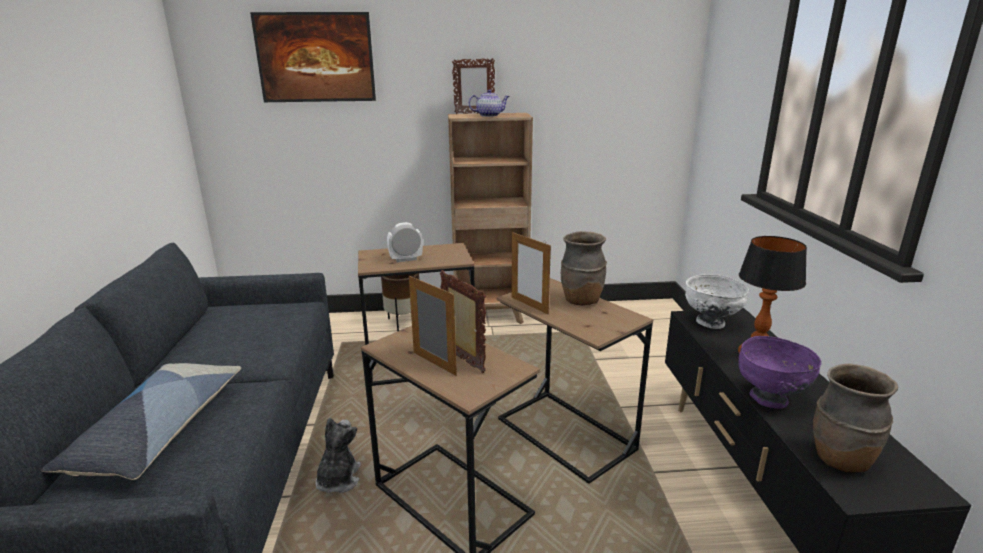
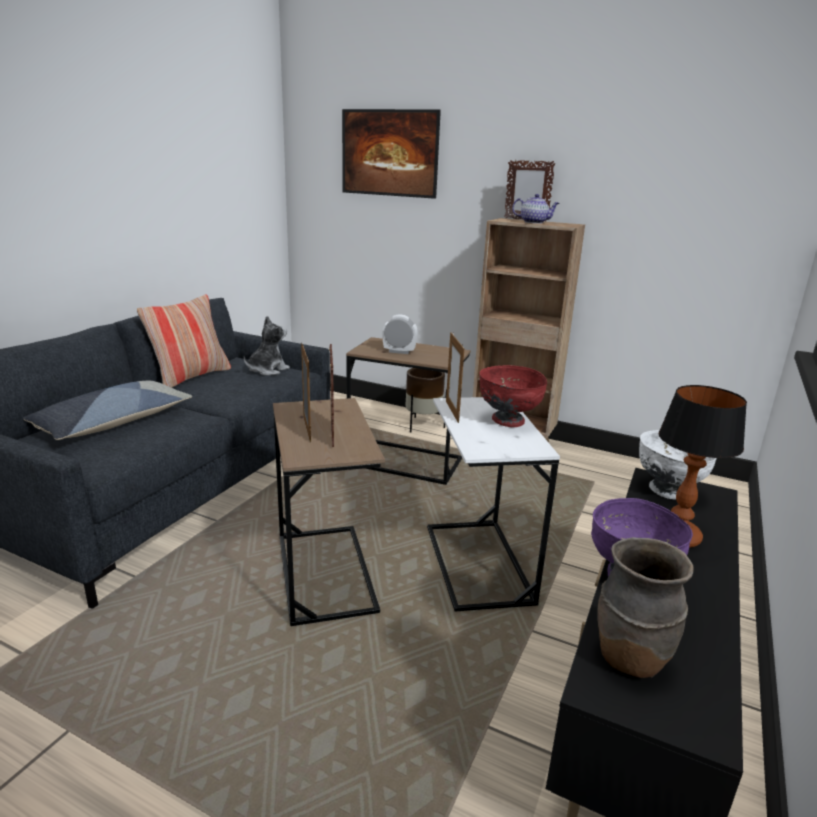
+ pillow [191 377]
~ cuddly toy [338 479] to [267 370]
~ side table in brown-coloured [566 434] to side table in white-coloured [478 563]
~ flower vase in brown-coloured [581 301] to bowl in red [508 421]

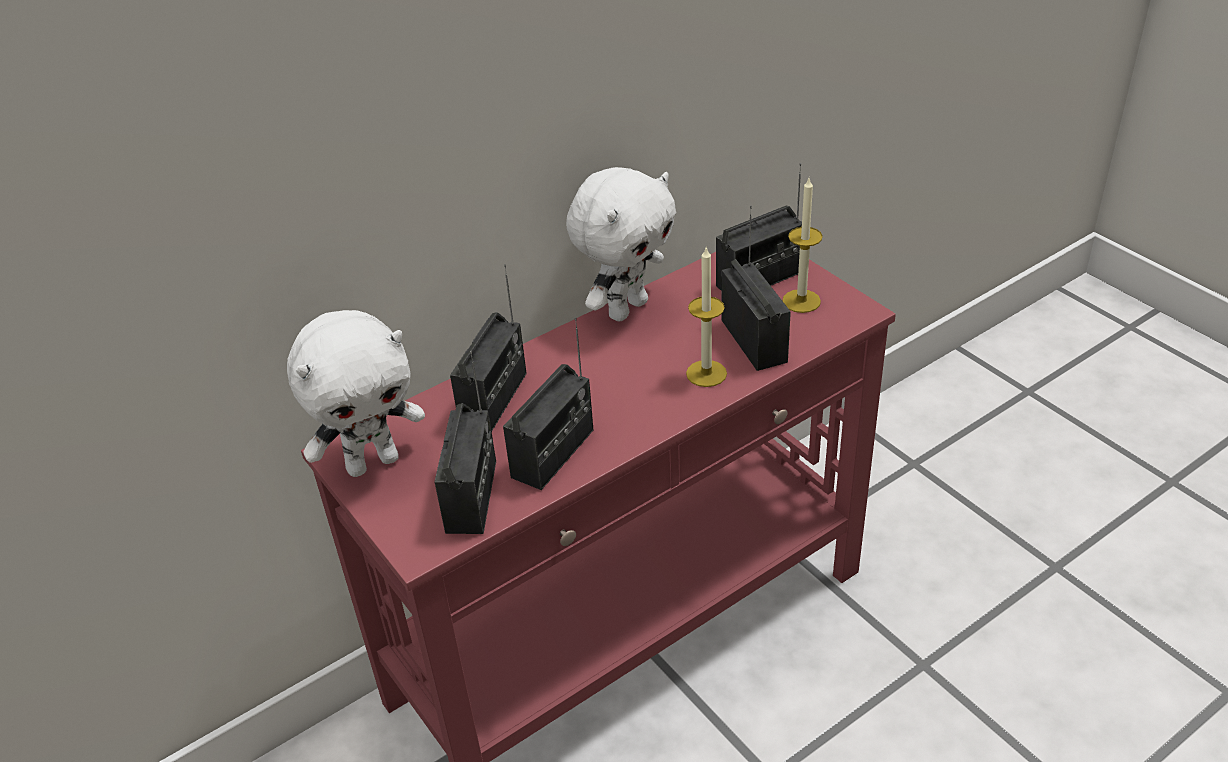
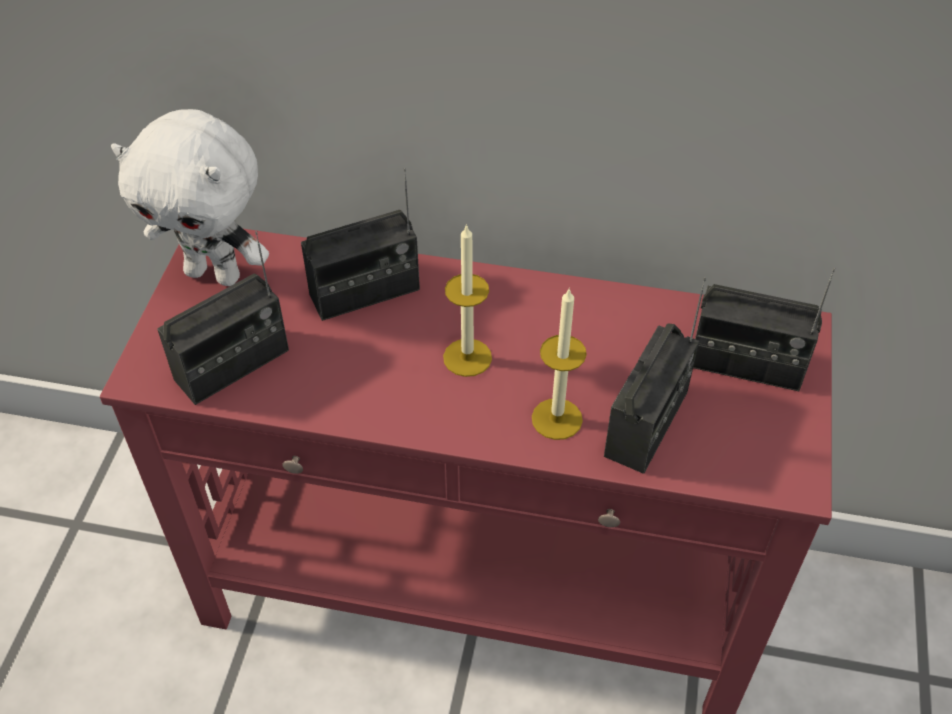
~ candle [801 301] to [467 357]
- radio receiver [553 454]
- cuddly toy in white-coloured [626 308]

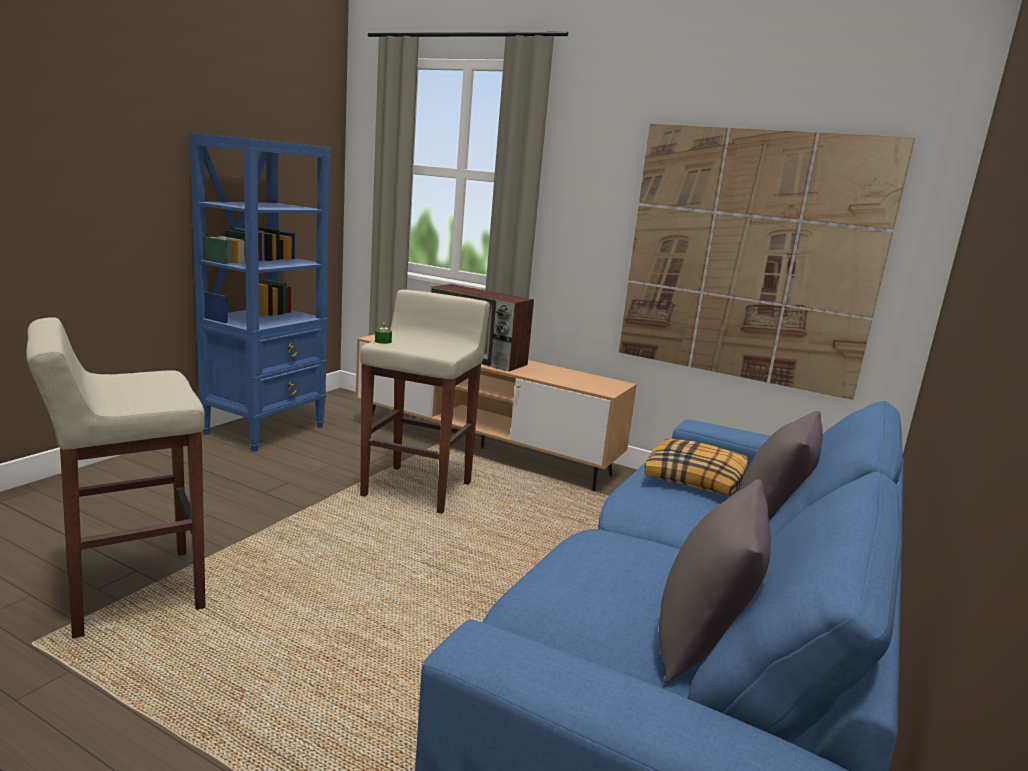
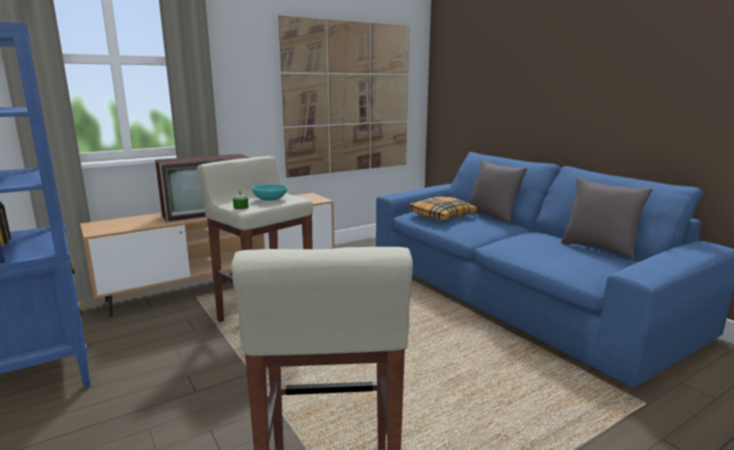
+ bowl in turquoise-coloured [270 199]

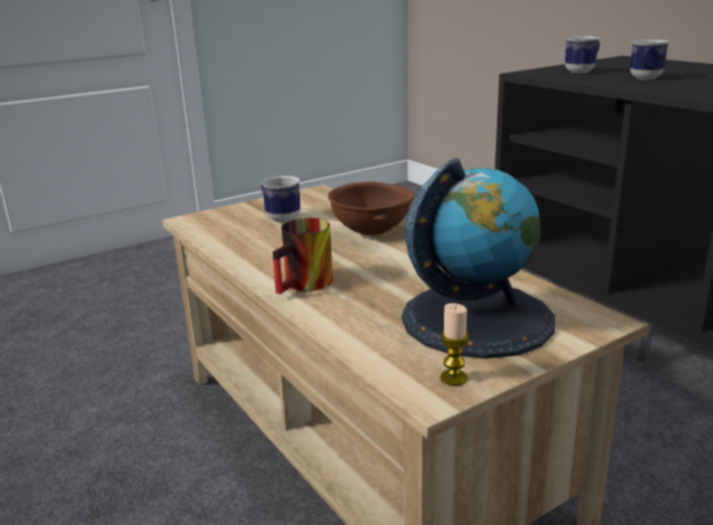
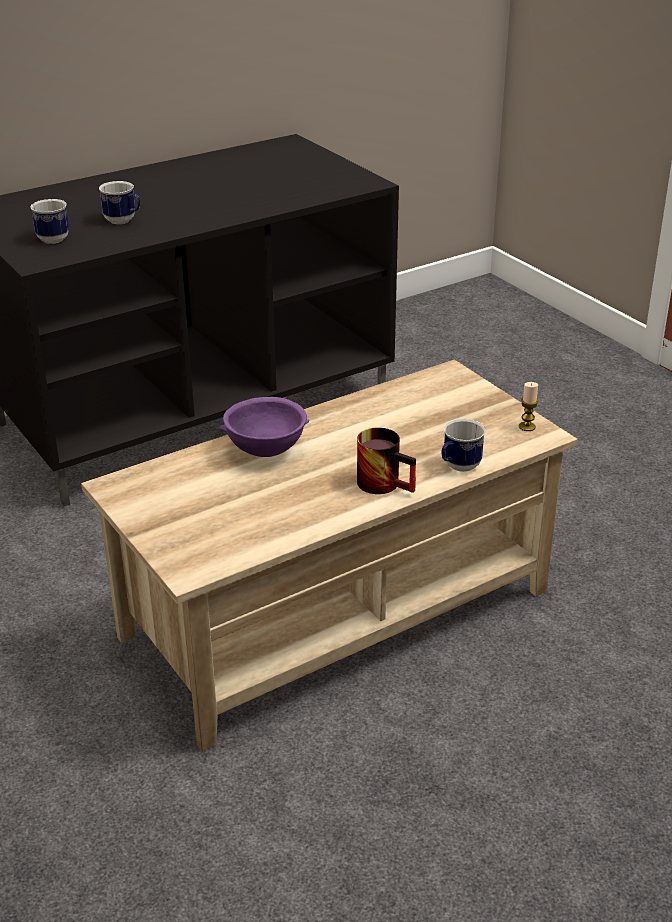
~ bowl in brown-coloured [372 232] to bowl in purple-coloured [265 450]
~ mug [279 217] to [458 467]
- world globe [477 318]

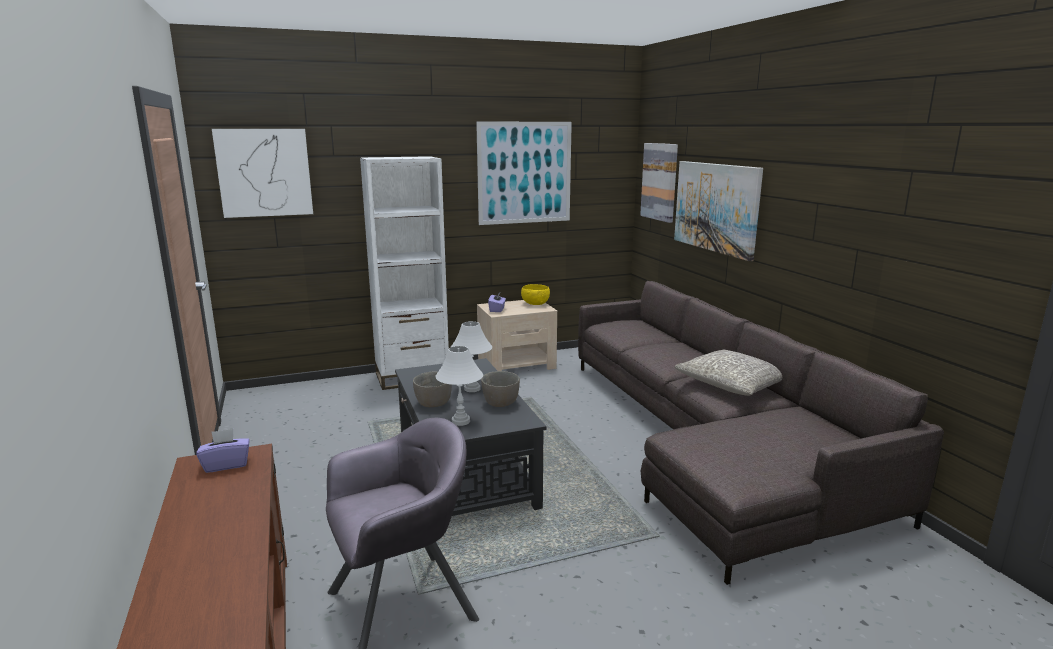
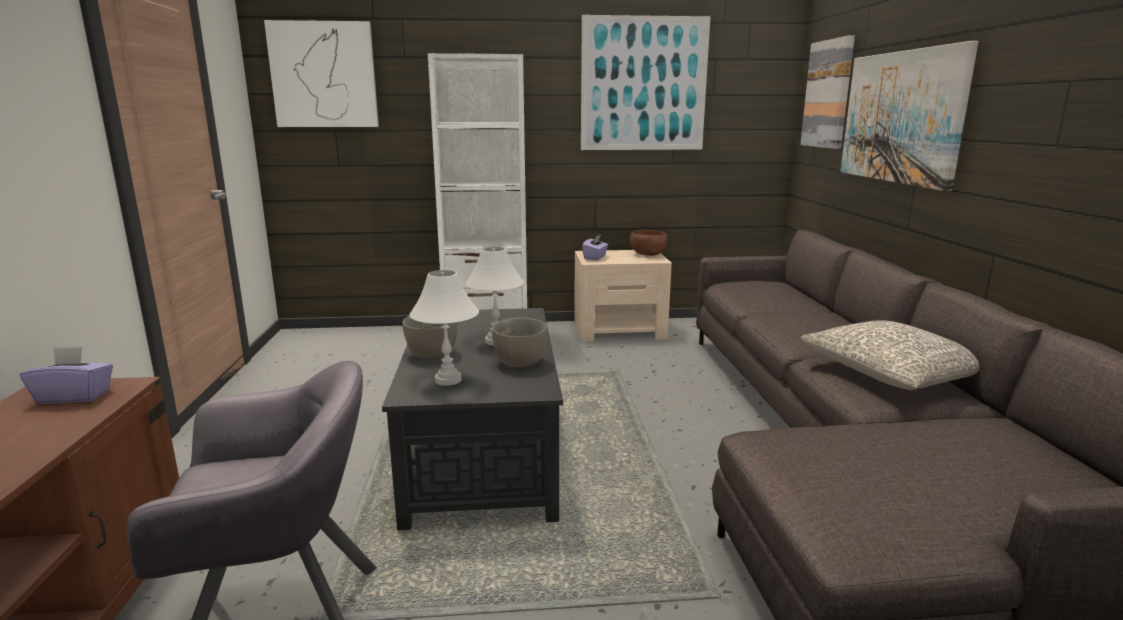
~ bowl in yellow-coloured [535 304] to bowl in brown-coloured [647 254]

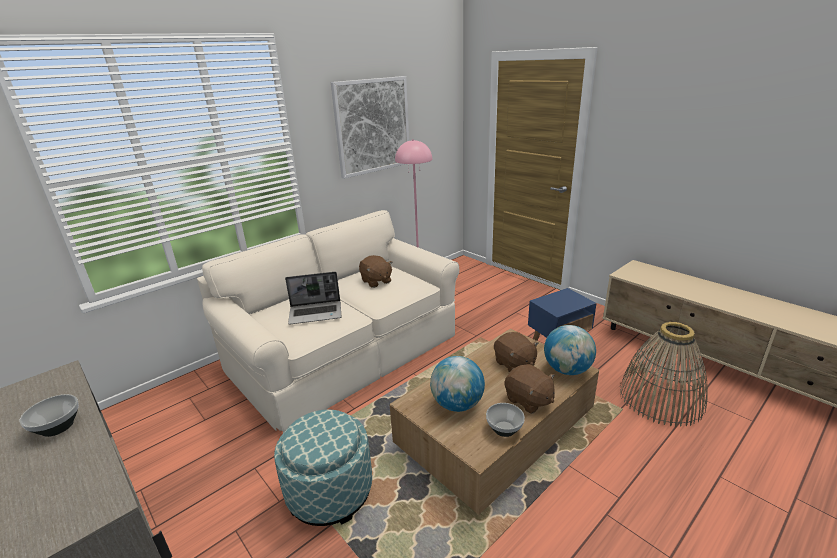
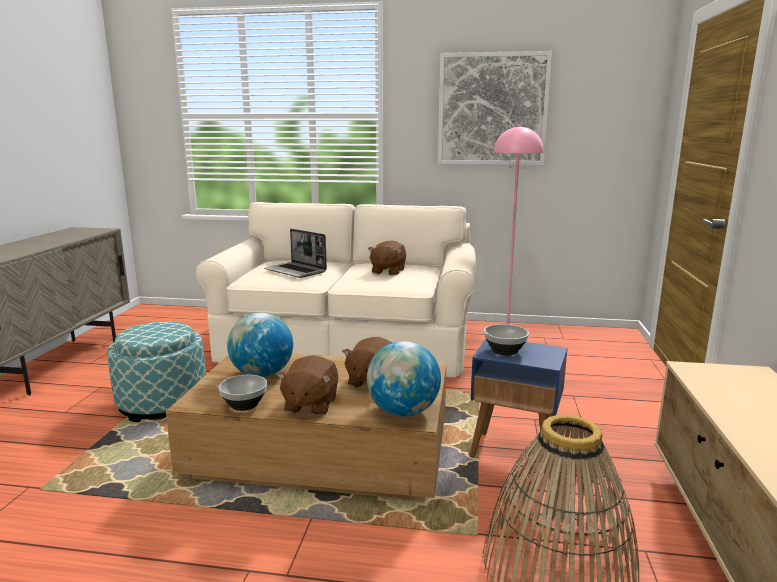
~ bowl [57 427] to [504 351]

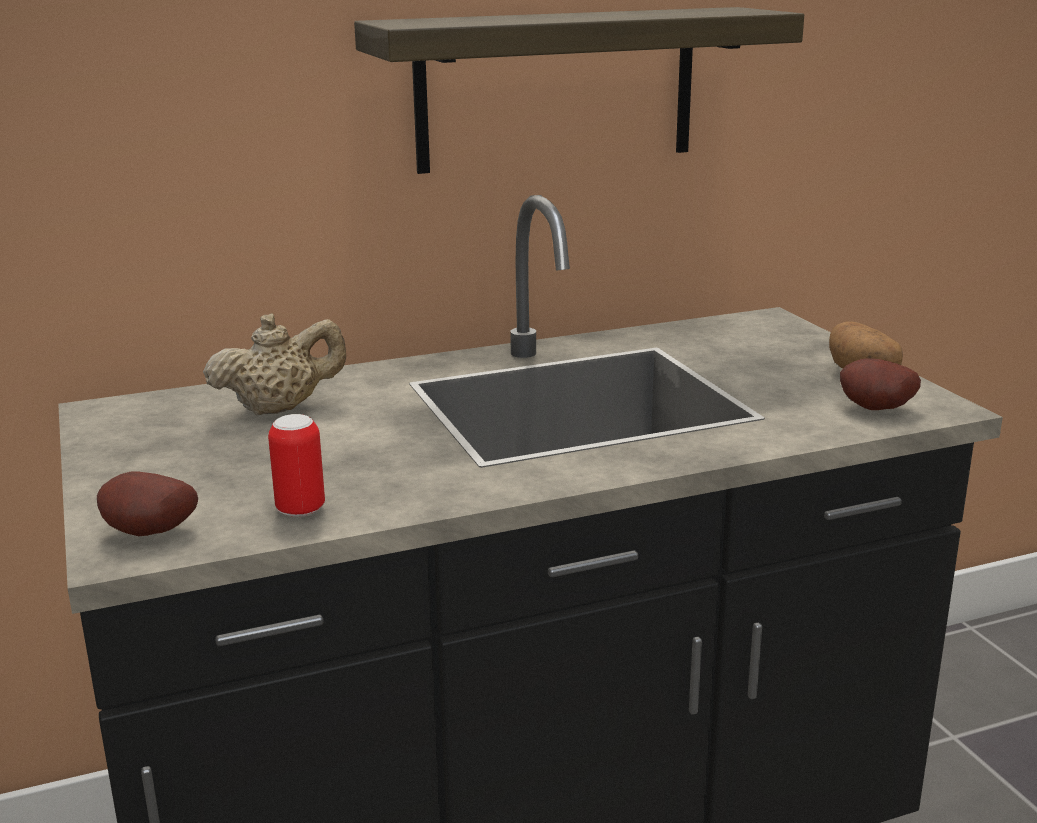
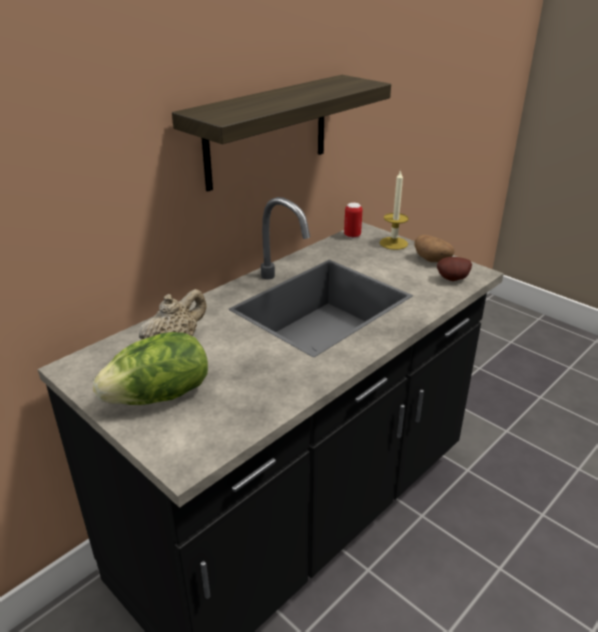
+ head of lettuce [160 396]
~ can [300 509] to [352 236]
+ candle [393 243]
- potato [148 534]

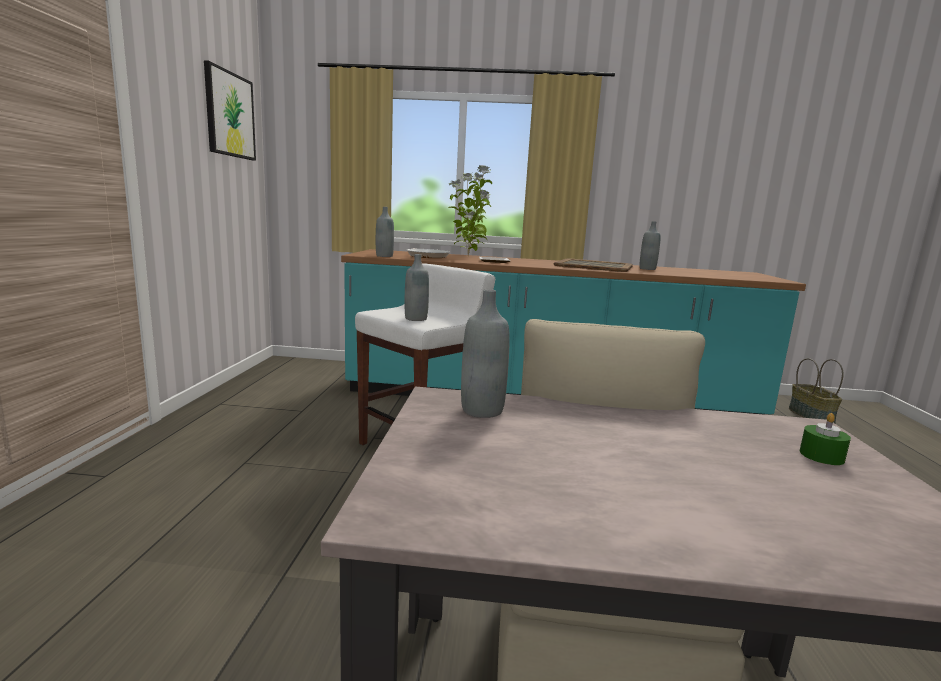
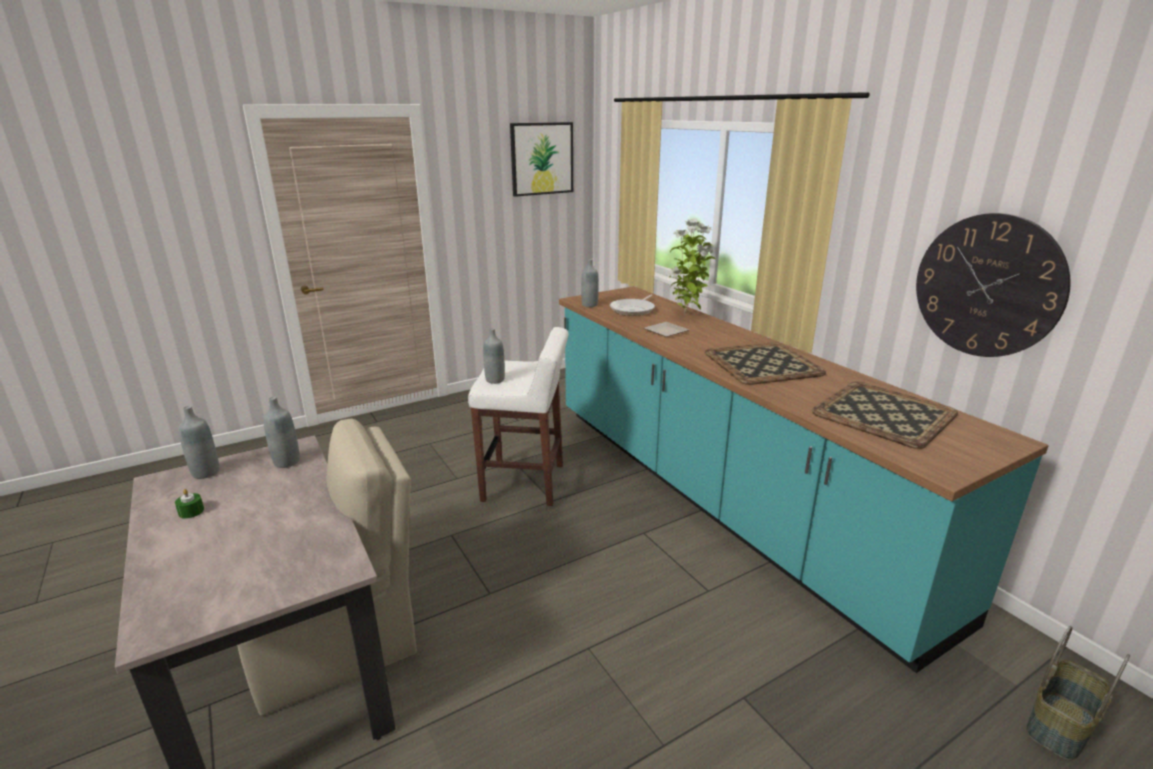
~ candle in green-coloured [821 456] to [191 511]
~ bottle in gray [647 269] to [206 472]
+ serving tray [882 414]
+ wall clock [987 286]

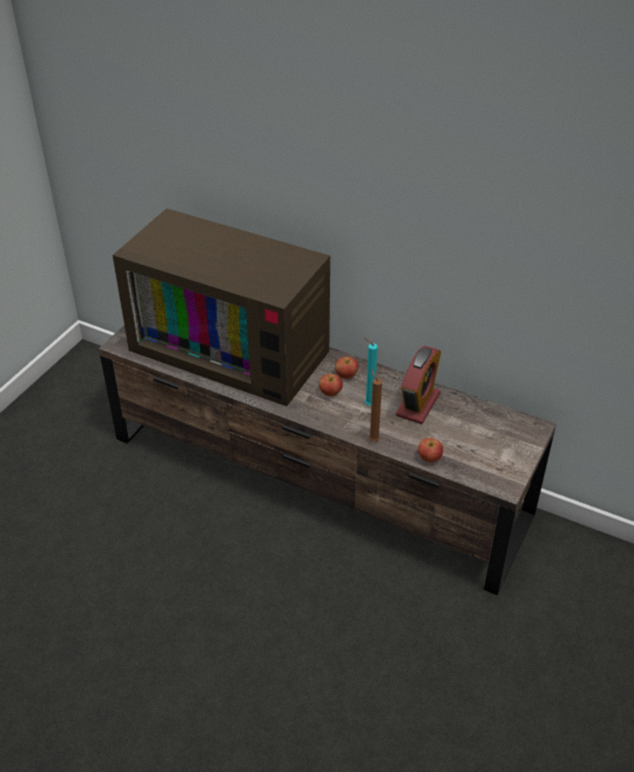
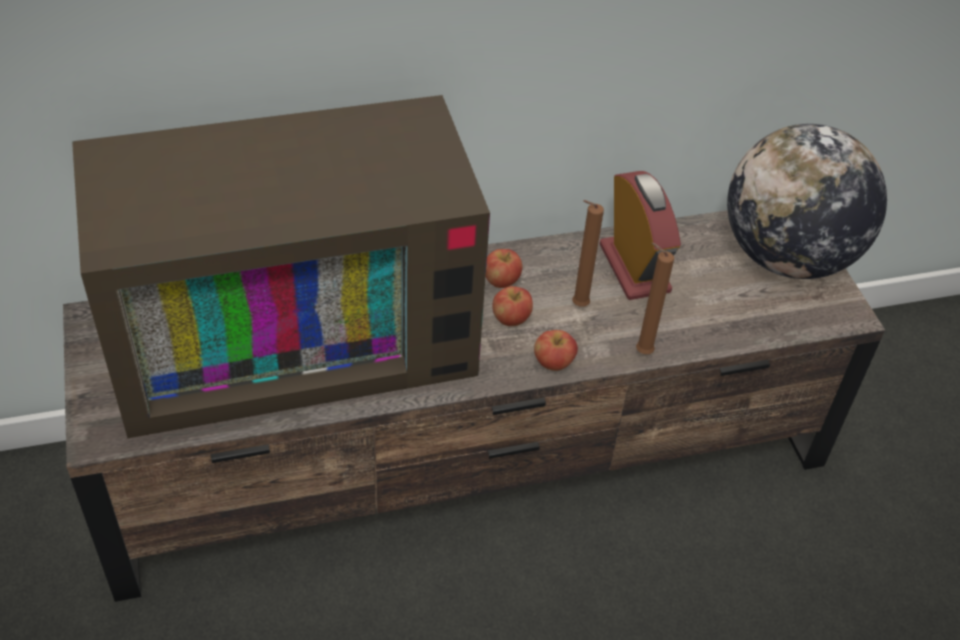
~ whole apple [429 458] to [553 363]
~ candle in turquoise-coloured [368 404] to candle in brown-coloured [577 306]
+ world globe [787 257]

